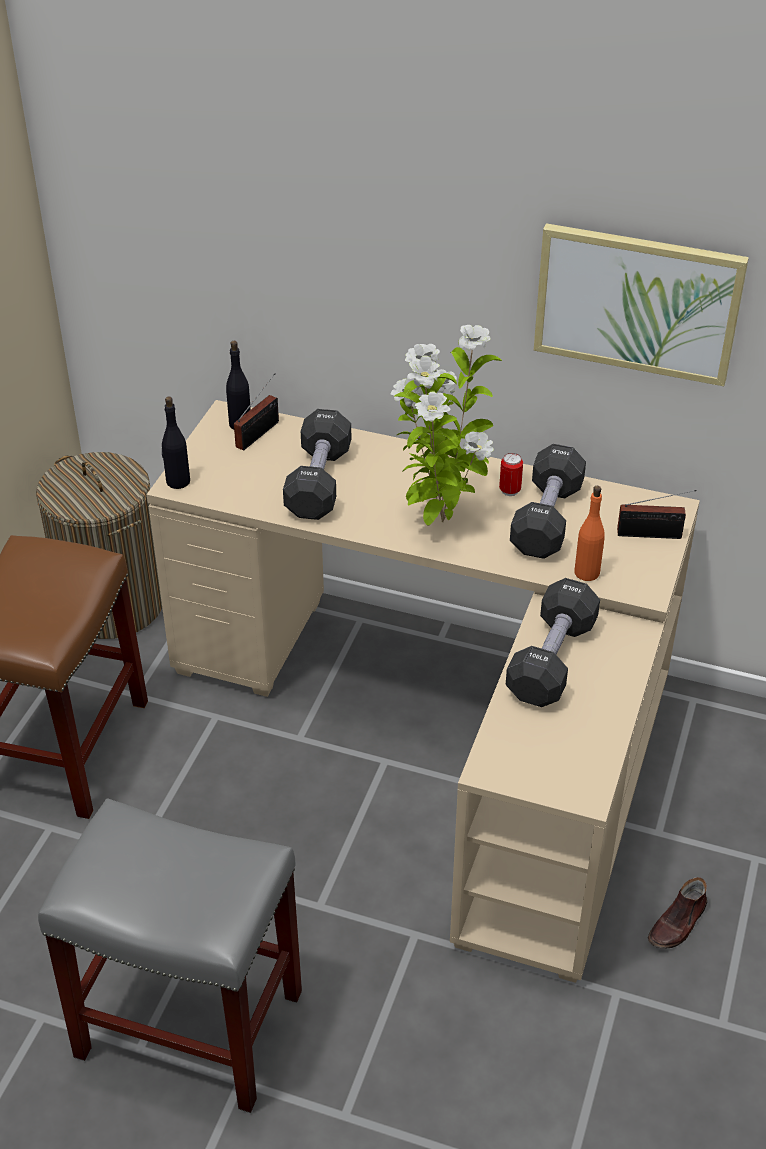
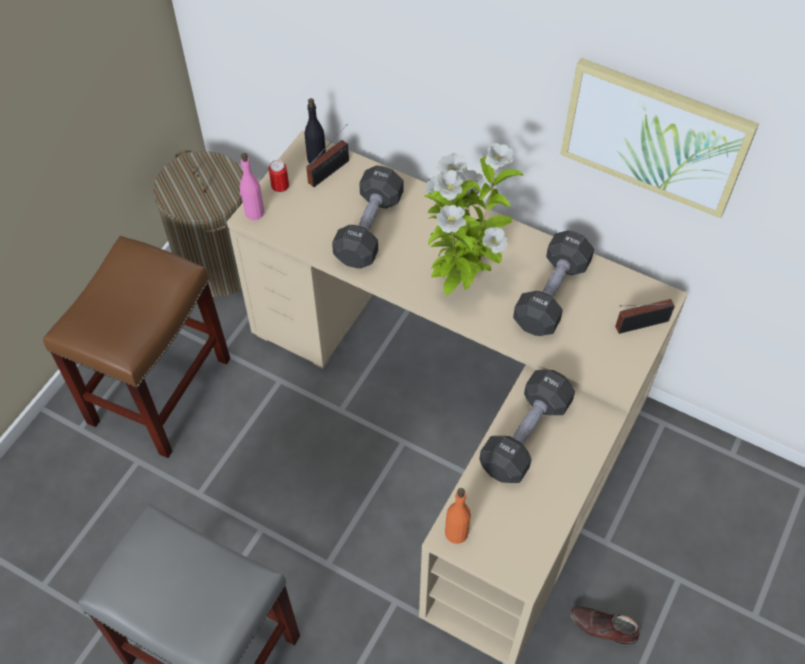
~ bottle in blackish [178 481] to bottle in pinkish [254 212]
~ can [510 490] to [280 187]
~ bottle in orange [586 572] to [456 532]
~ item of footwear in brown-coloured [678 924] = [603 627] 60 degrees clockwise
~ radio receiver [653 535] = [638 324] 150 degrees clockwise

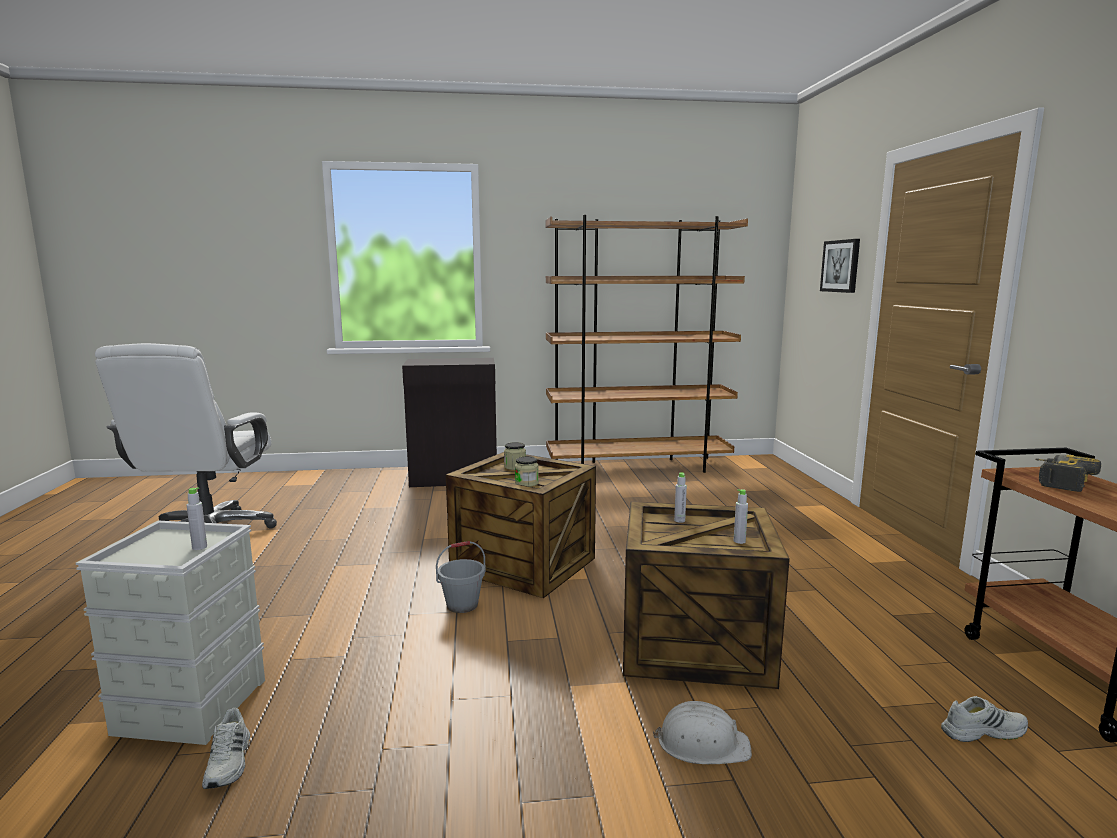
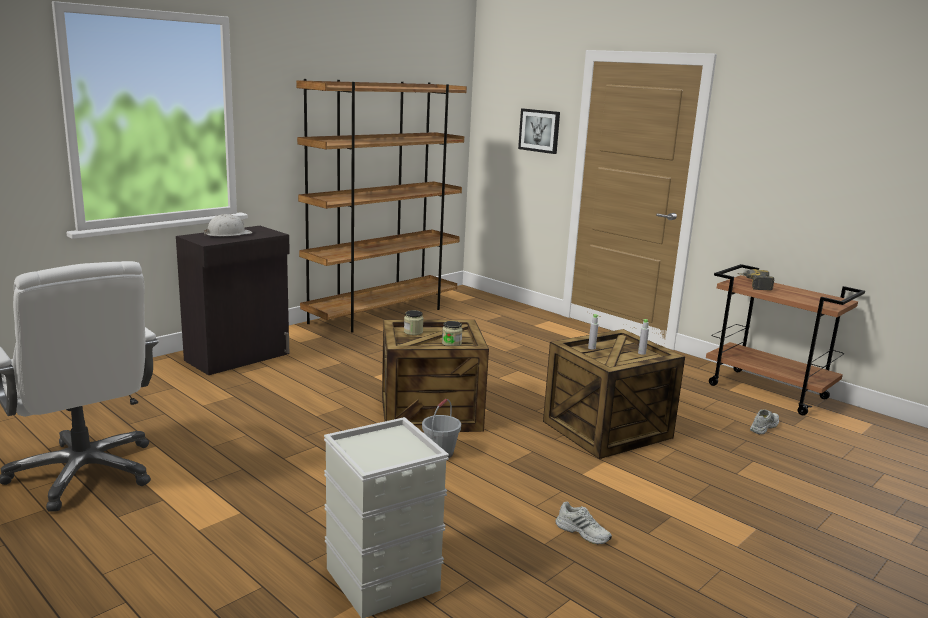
~ work helmet in white-coloured [702 744] to [228 234]
~ item of footwear in white-coloured [229 762] to [583 532]
- bottle in gray [199 547]

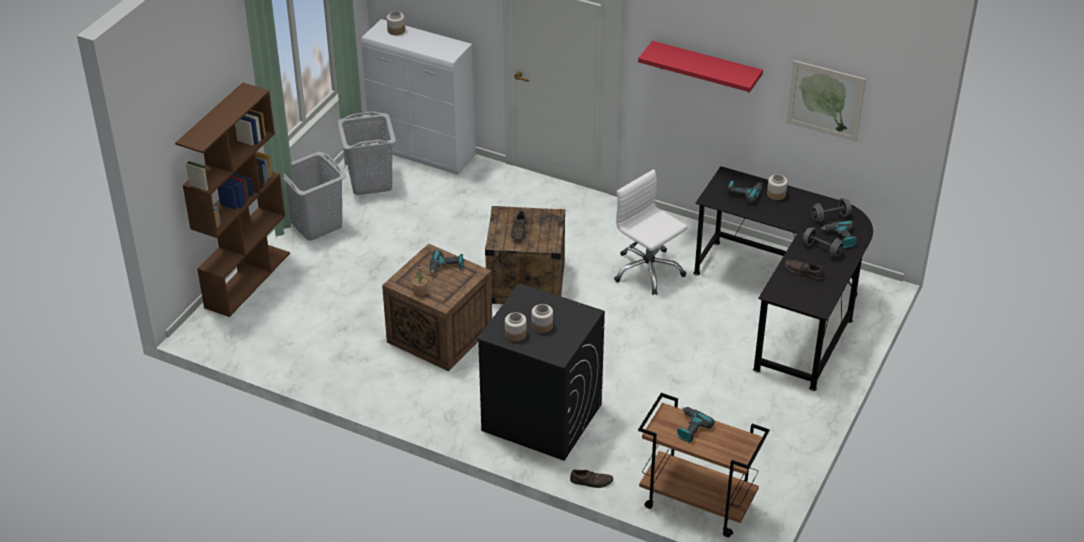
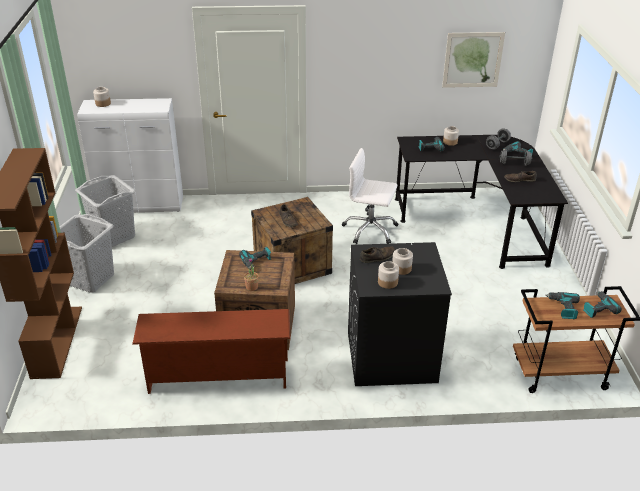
+ shoe stand in brown-coloured [217 377]
~ item of footwear in brown-coloured [591 481] to [377 257]
+ drill [598 308]
- wall shelf in red [706 67]

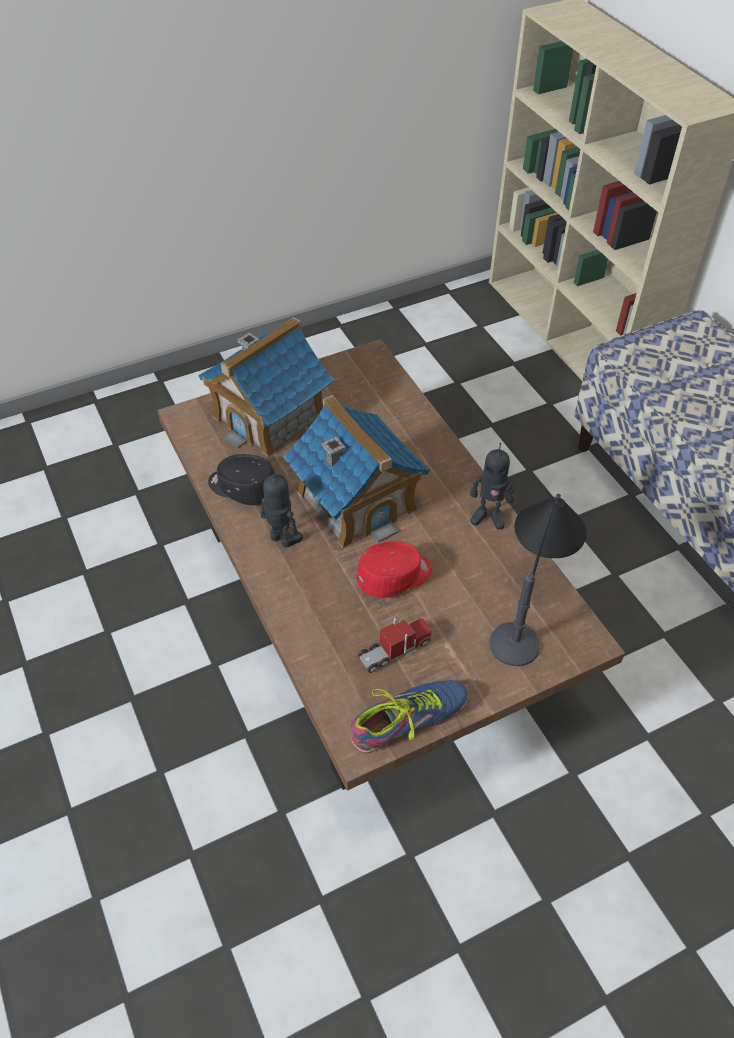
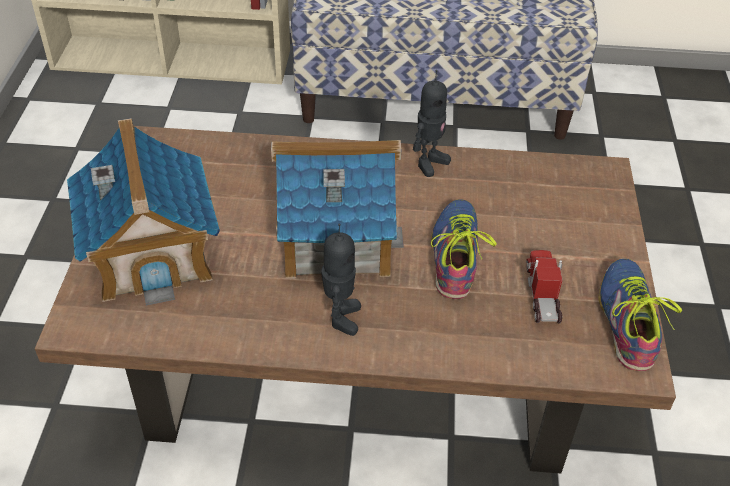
~ robot figure [282 539] = [341 318] 120 degrees clockwise
~ cap in red [395 577] to item of footwear [455 255]
- cap in blackish [242 488]
- tabletop lamp [528 604]

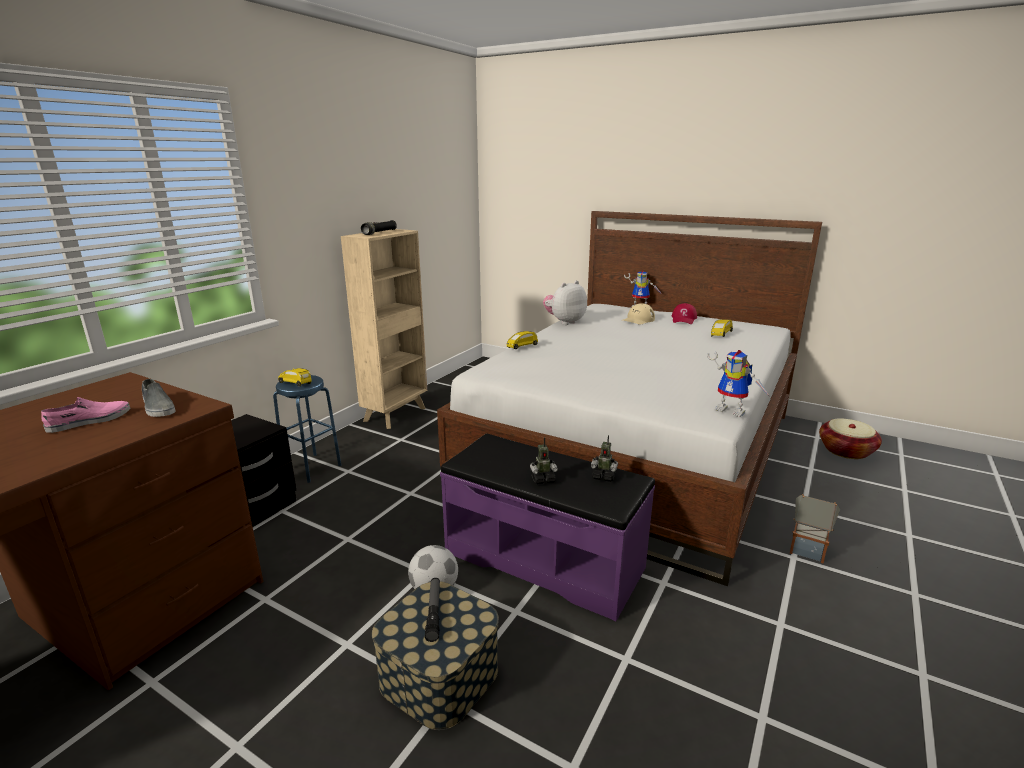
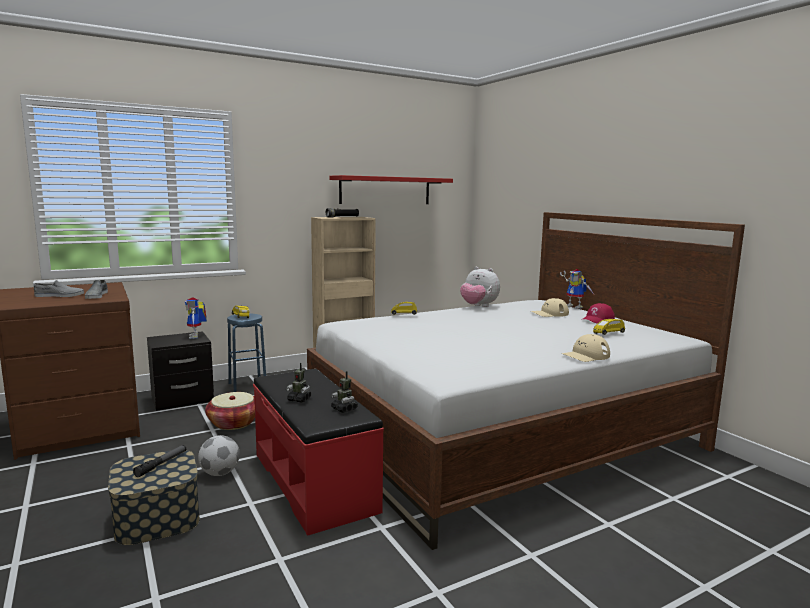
~ item of footwear in pinkish [90 421] to item of footwear in gray [59 296]
~ robot figure [733 411] to [196 336]
~ basket [846 451] to [233 423]
~ indoor bench in purple-coloured [544 559] to indoor bench in red [314 481]
+ wall shelf in red [385 190]
~ cuddly toy [564 322] = [478 306] 135 degrees counterclockwise
+ cap in beige [585 355]
- toy house [806 549]

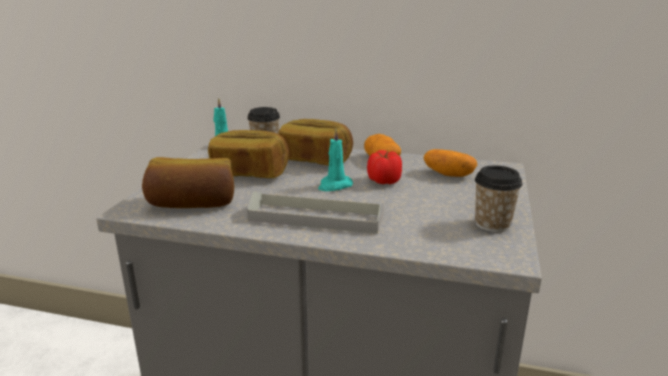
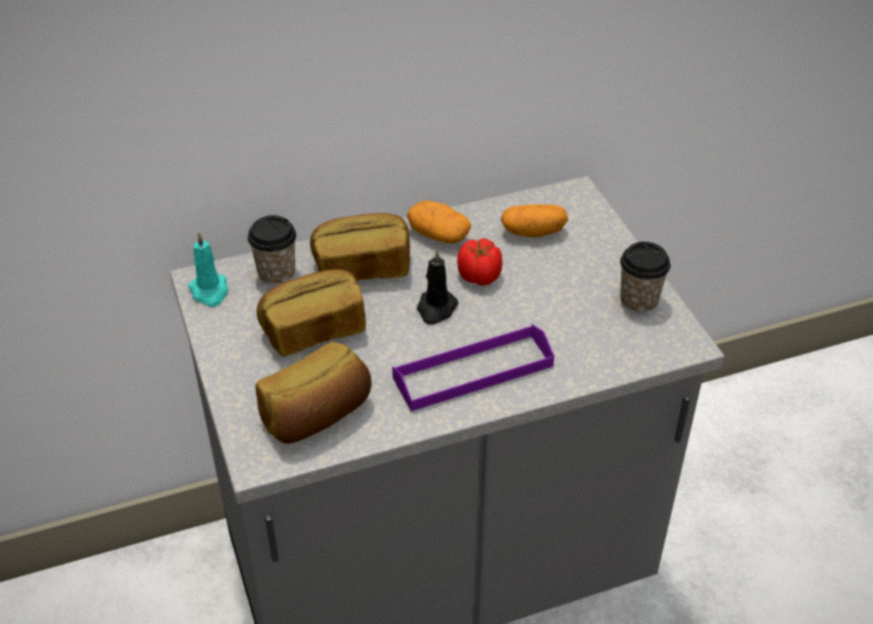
~ serving tray in gray [316 218] to serving tray in purple-coloured [473 372]
~ candle in turquoise-coloured [334 186] to candle in blackish [436 309]

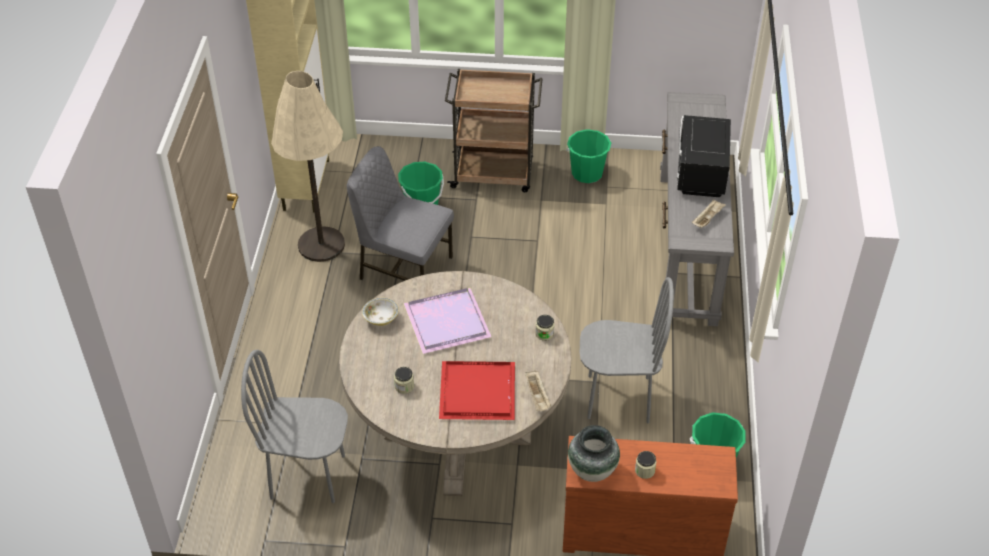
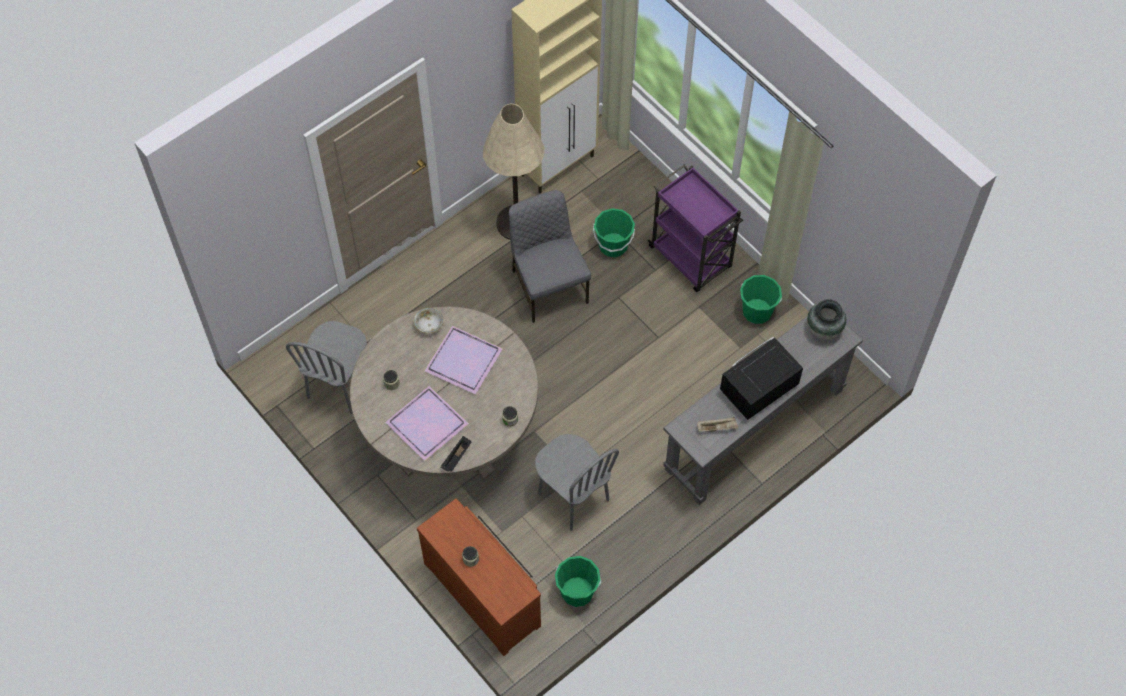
~ upright chair in gray [308 476] = [339 385] 120 degrees counterclockwise
~ serving tray in red [479 393] to serving tray in purple-coloured [427 425]
~ serving tray in beige [537 397] to serving tray in blackish [456 458]
~ trolley in brown-coloured [494 174] to trolley in purple-coloured [691 258]
~ flower vase [591 470] to [823 330]

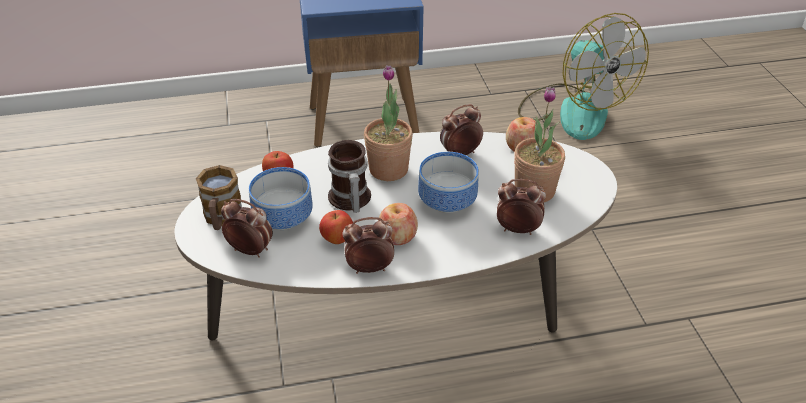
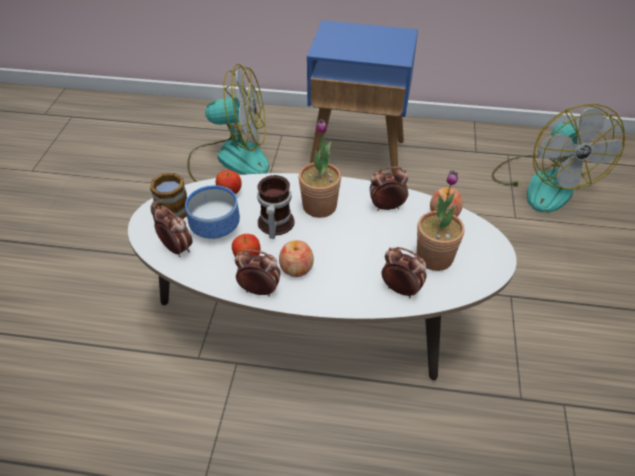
+ fan [229 160]
- bowl [445 202]

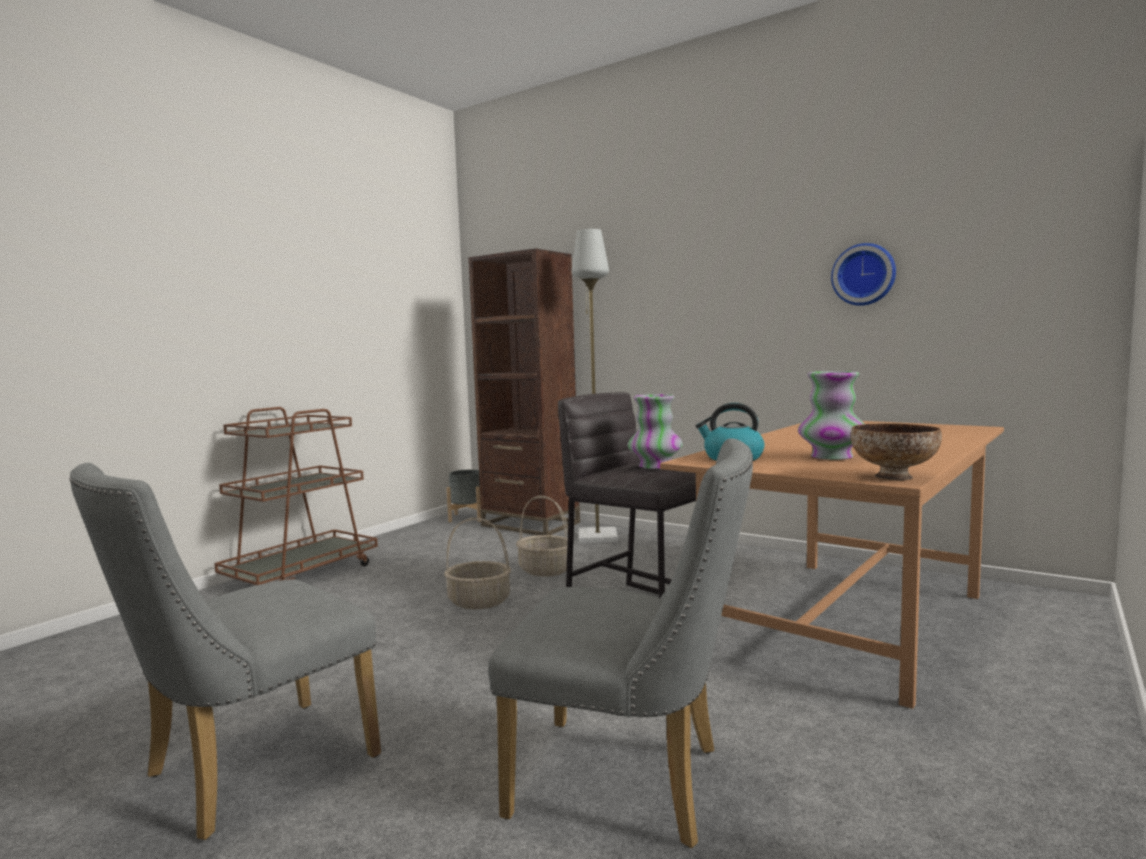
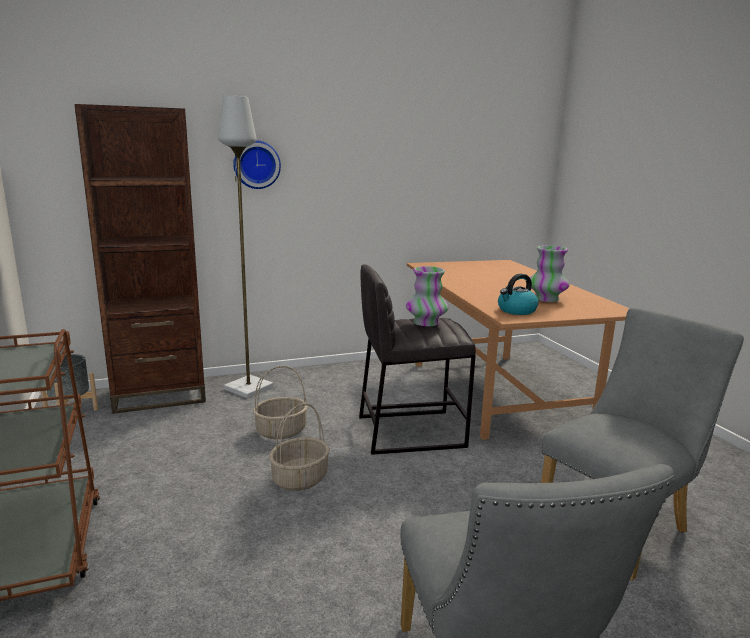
~ wall clock [864 275] to [256 164]
- bowl [893 477]

